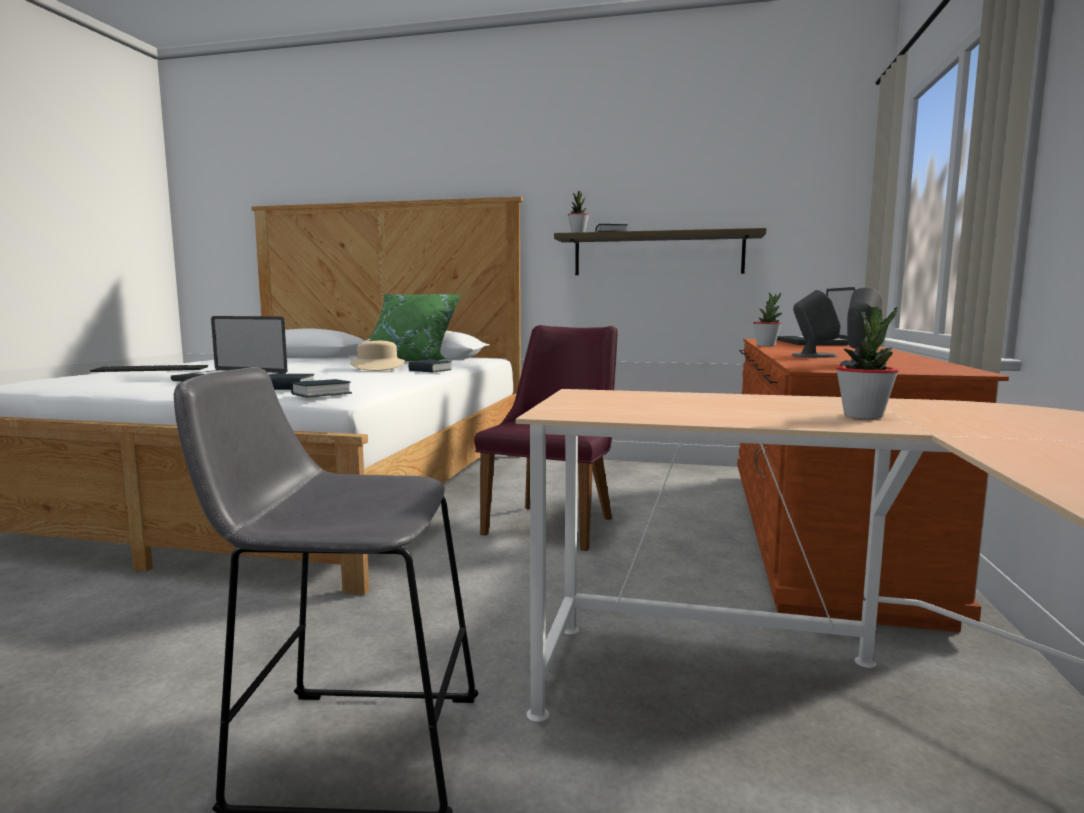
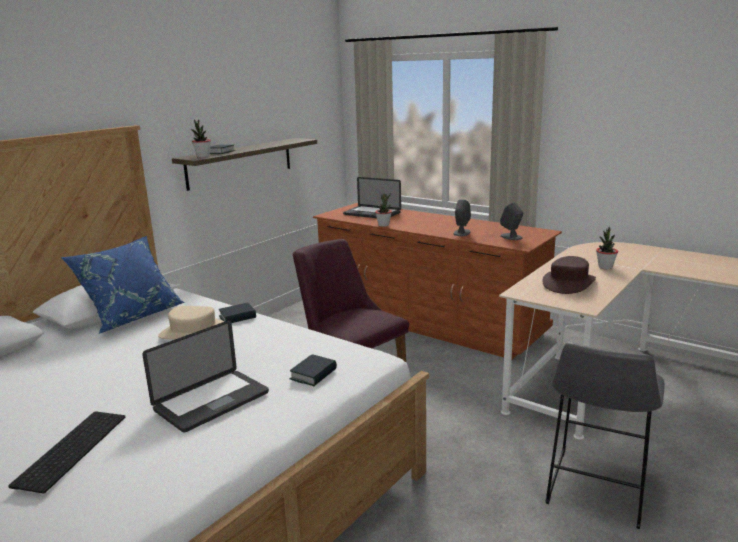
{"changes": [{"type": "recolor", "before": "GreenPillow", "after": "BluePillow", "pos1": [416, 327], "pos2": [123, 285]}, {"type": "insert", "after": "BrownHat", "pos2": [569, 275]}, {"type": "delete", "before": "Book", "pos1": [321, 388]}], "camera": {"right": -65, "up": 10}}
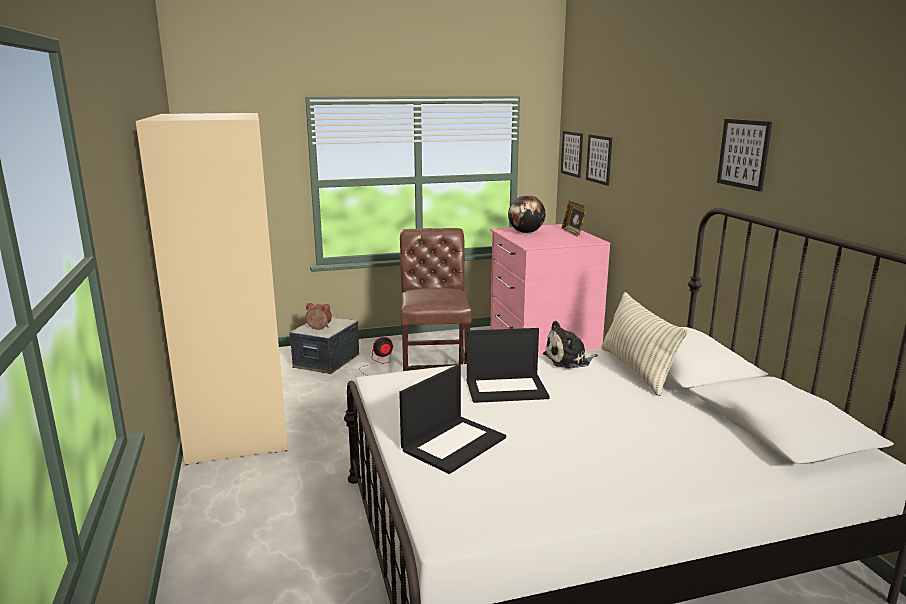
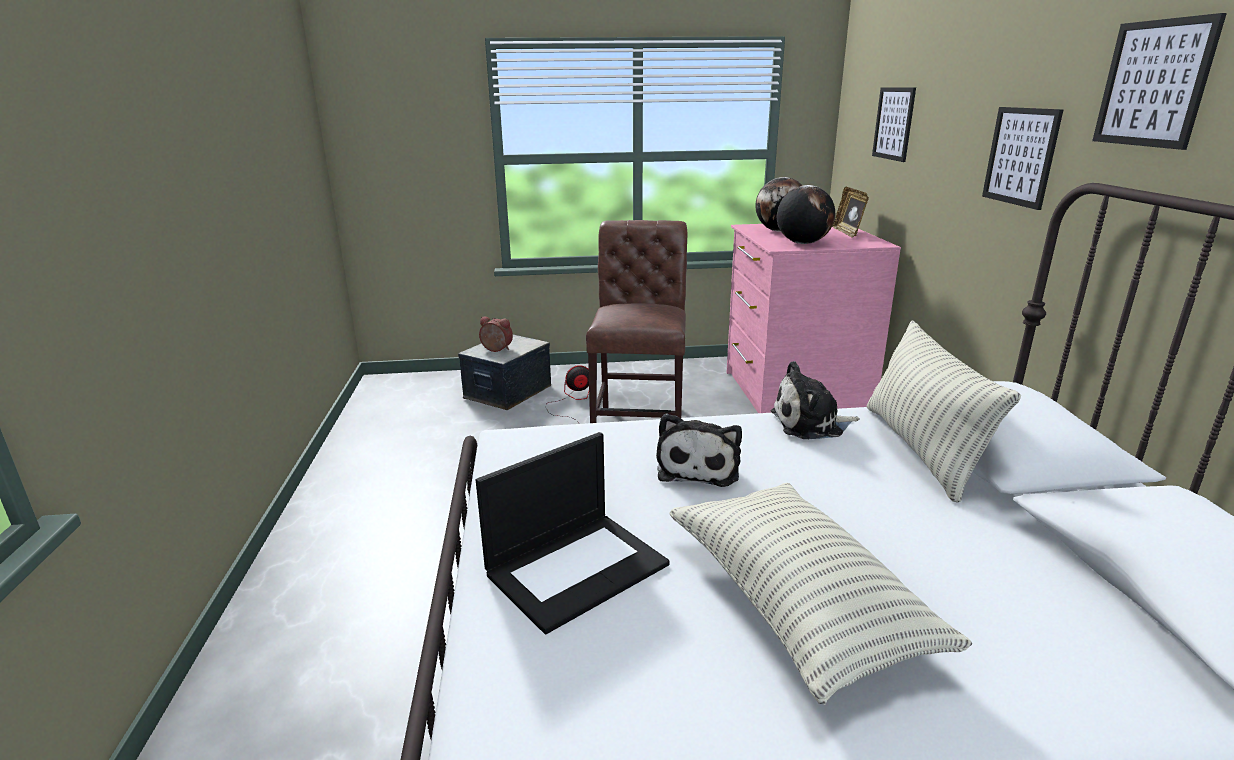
{"changes": [{"type": "replace", "before": "Laptop", "after": "PlushToy", "pos1": [508, 365], "pos2": [699, 450]}, {"type": "insert", "after": "Pillow", "pos2": [820, 594]}, {"type": "insert", "after": "Globe", "pos2": [806, 214]}, {"type": "move", "before": "Picture", "pos1": [572, 154], "pos2": [1022, 158]}, {"type": "delete", "before": "BeigeWardrobe", "pos1": [212, 289]}], "camera": {"right": 10, "up": 5}}
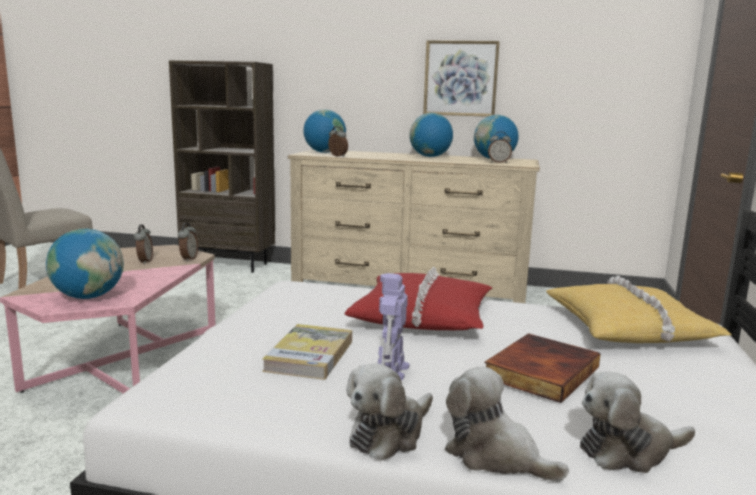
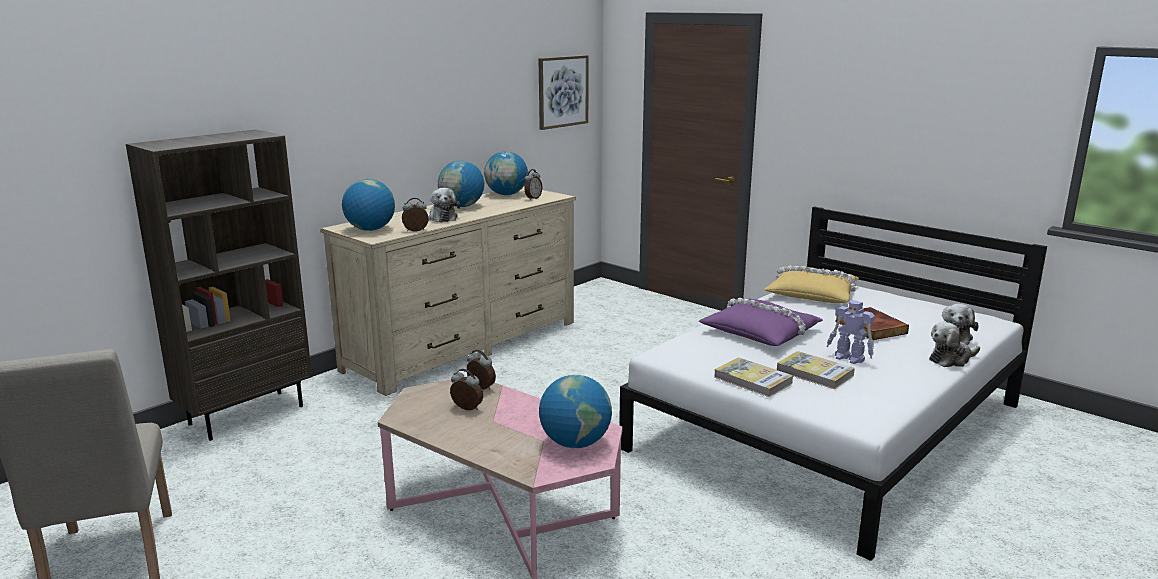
{"changes": [{"type": "move", "before": "PlushToy", "pos1": [389, 412], "pos2": [444, 205]}, {"type": "move", "before": "Picture", "pos1": [461, 79], "pos2": [564, 92]}, {"type": "recolor", "before": "RedPillow", "after": "PurplePillow", "pos1": [418, 298], "pos2": [761, 322]}, {"type": "insert", "after": "Book", "pos2": [753, 377]}], "camera": {"right": -60, "up": 5}}
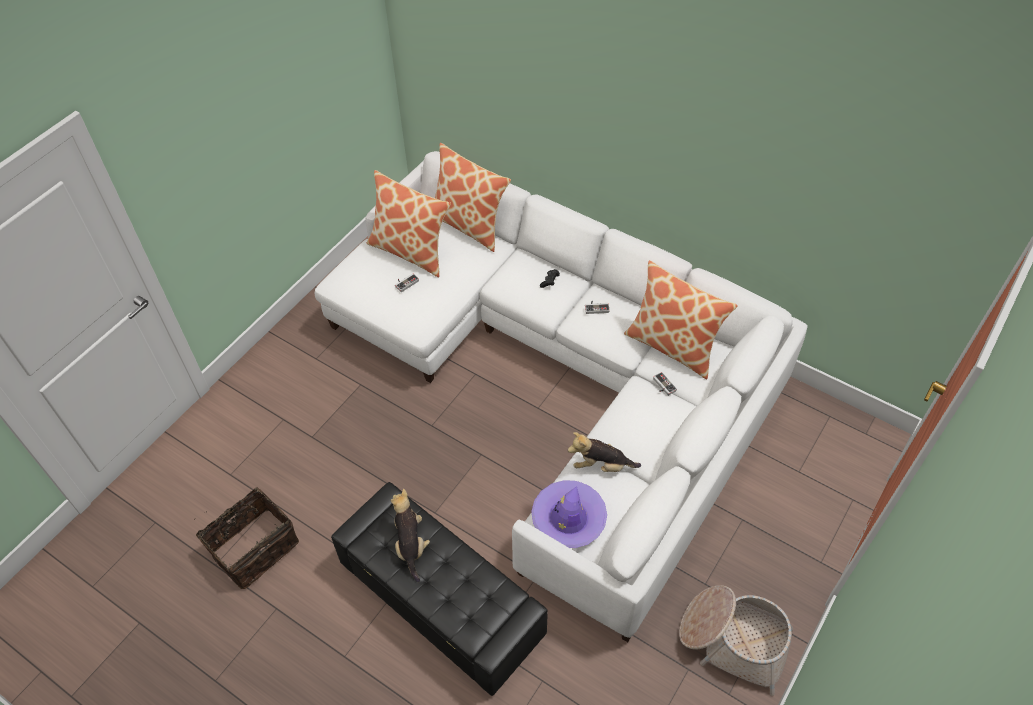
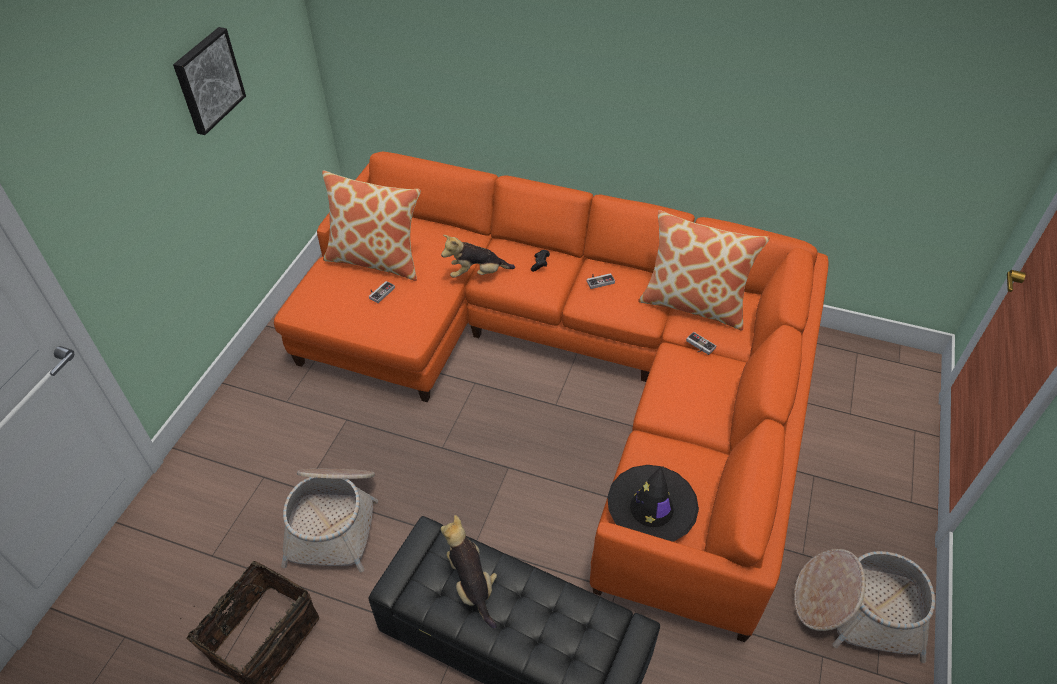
{"changes": [{"type": "insert", "after": "Picture", "pos2": [209, 81]}, {"type": "recolor", "before": "WhiteSofa", "after": "OrangeSofa", "pos1": [561, 396], "pos2": [551, 397]}, {"type": "insert", "after": "Basket", "pos2": [329, 520]}, {"type": "move", "before": "PlushToy", "pos1": [604, 452], "pos2": [478, 256]}, {"type": "recolor", "before": "PurpleHat", "after": "BlackHat", "pos1": [569, 514], "pos2": [653, 503]}, {"type": "delete", "before": "Pillow", "pos1": [473, 197]}], "camera": {"right": -15, "up": -5}}
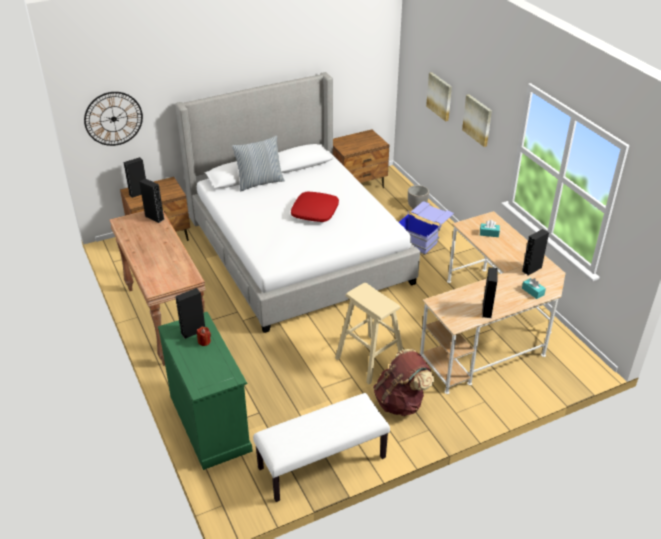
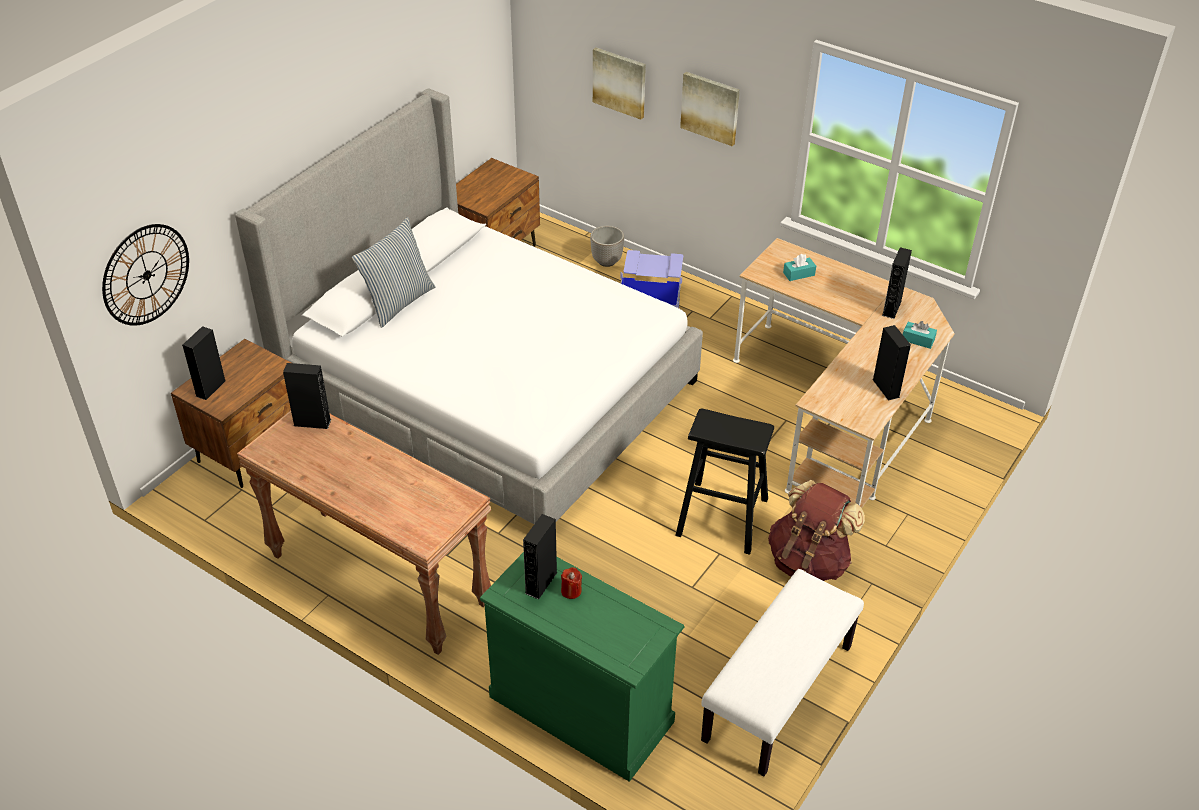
{"changes": [{"type": "recolor", "before": "BeigeStool", "after": "BlackStool", "pos1": [369, 333], "pos2": [724, 482]}, {"type": "delete", "before": "RedPillow", "pos1": [315, 207]}], "camera": {"right": -30, "up": 5}}
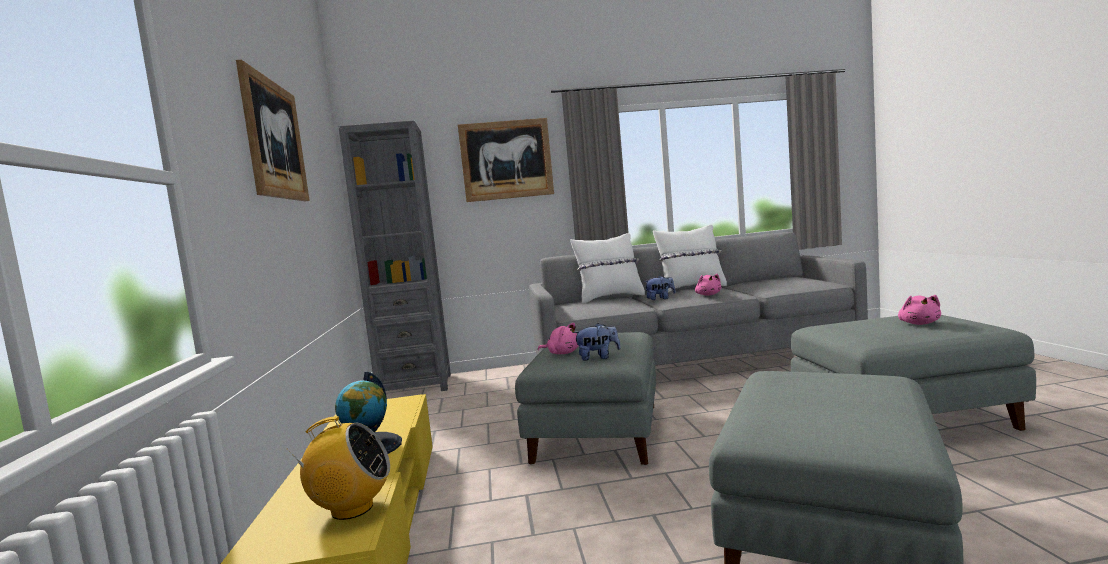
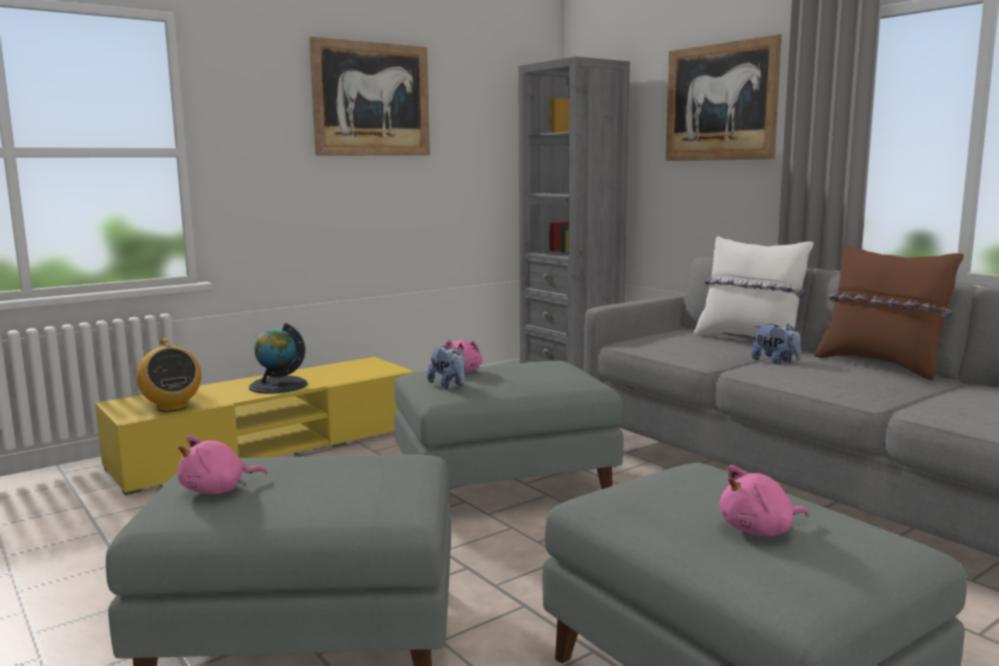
{"changes": [{"type": "move", "before": "PinkPlushToy", "pos1": [708, 285], "pos2": [222, 464]}, {"type": "recolor", "before": "WhitePillow", "after": "BrownPillow", "pos1": [690, 258], "pos2": [889, 312]}], "camera": {"right": 60, "up": 5}}
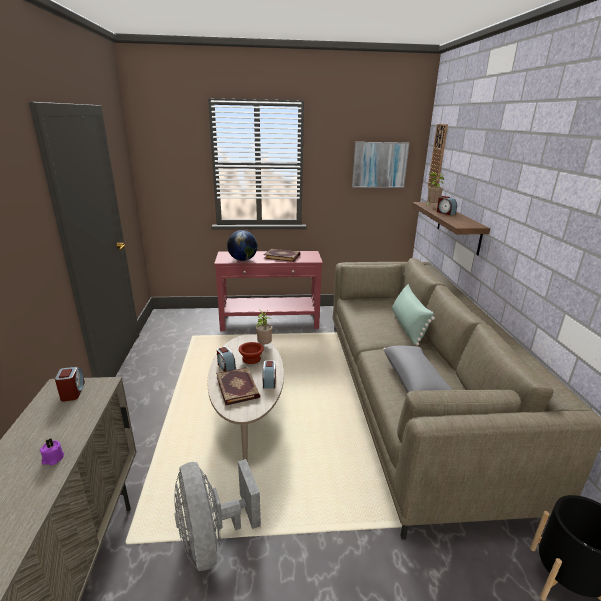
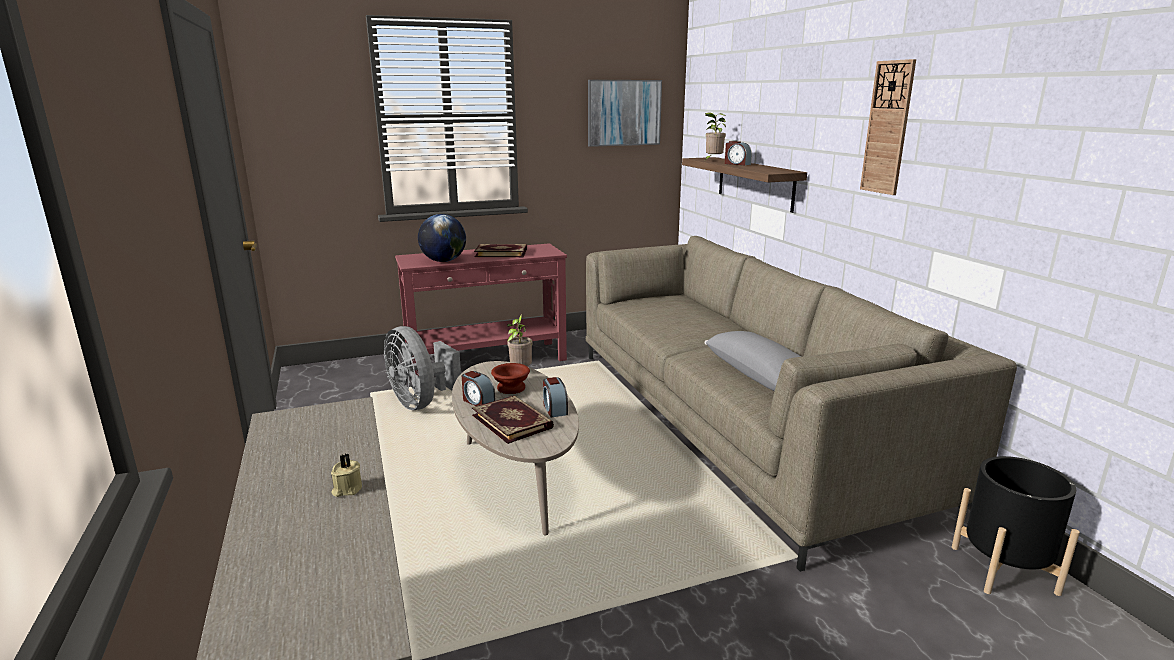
{"changes": [{"type": "recolor", "before": "PurpleCandle", "after": "BeigeCandle", "pos1": [52, 451], "pos2": [346, 475]}, {"type": "move", "before": "GreyFan", "pos1": [217, 515], "pos2": [422, 368]}, {"type": "move", "before": "WallClock", "pos1": [438, 155], "pos2": [888, 127]}, {"type": "delete", "before": "AlarmClock", "pos1": [70, 384]}, {"type": "delete", "before": "GreenPillow", "pos1": [413, 315]}], "camera": {"right": -15, "up": -5}}
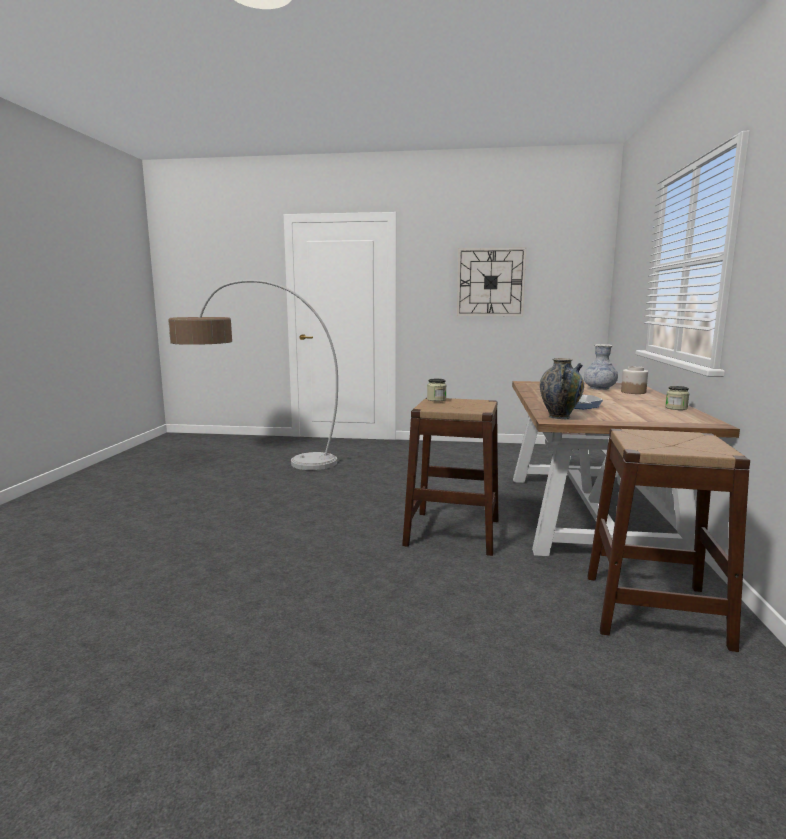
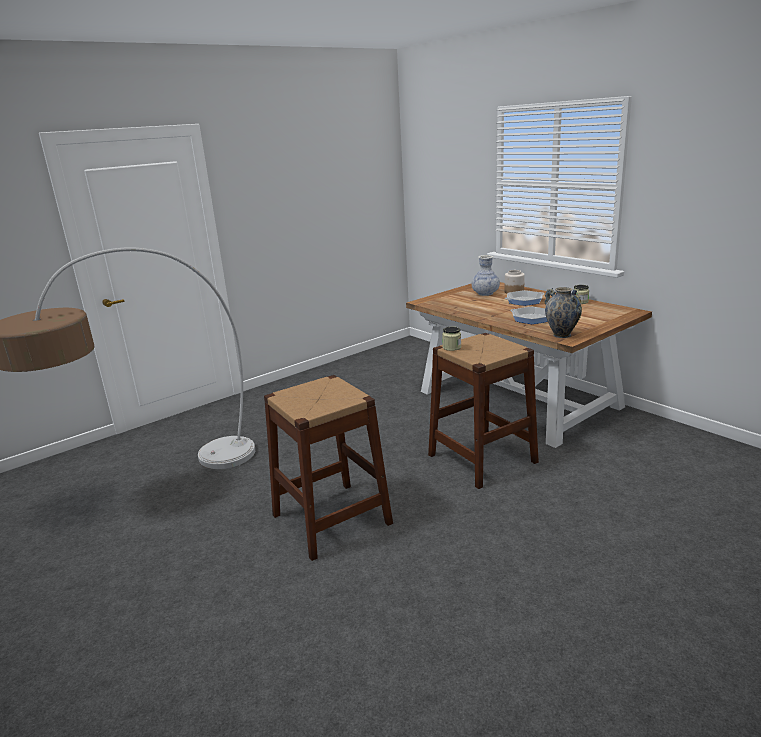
{"changes": [{"type": "move", "before": "BrownStool", "pos1": [668, 540], "pos2": [328, 468]}, {"type": "insert", "after": "FryingPan", "pos2": [524, 298]}, {"type": "delete", "before": "WallClock", "pos1": [491, 281]}], "camera": {"right": -45, "up": 10}}
